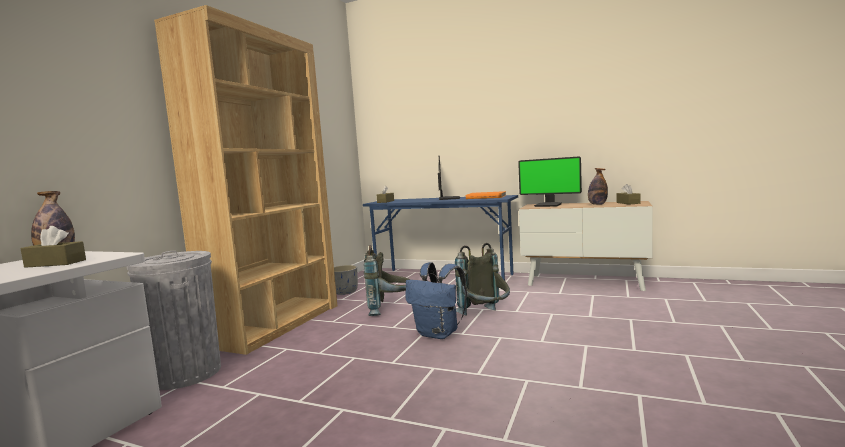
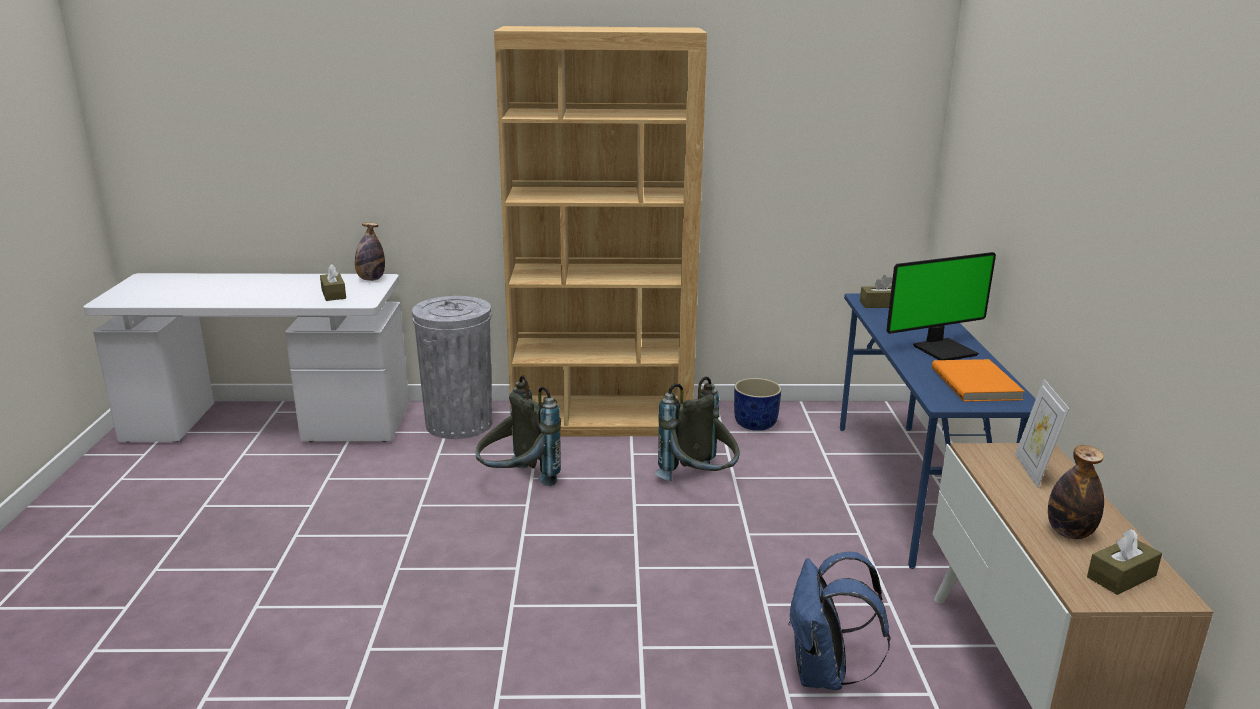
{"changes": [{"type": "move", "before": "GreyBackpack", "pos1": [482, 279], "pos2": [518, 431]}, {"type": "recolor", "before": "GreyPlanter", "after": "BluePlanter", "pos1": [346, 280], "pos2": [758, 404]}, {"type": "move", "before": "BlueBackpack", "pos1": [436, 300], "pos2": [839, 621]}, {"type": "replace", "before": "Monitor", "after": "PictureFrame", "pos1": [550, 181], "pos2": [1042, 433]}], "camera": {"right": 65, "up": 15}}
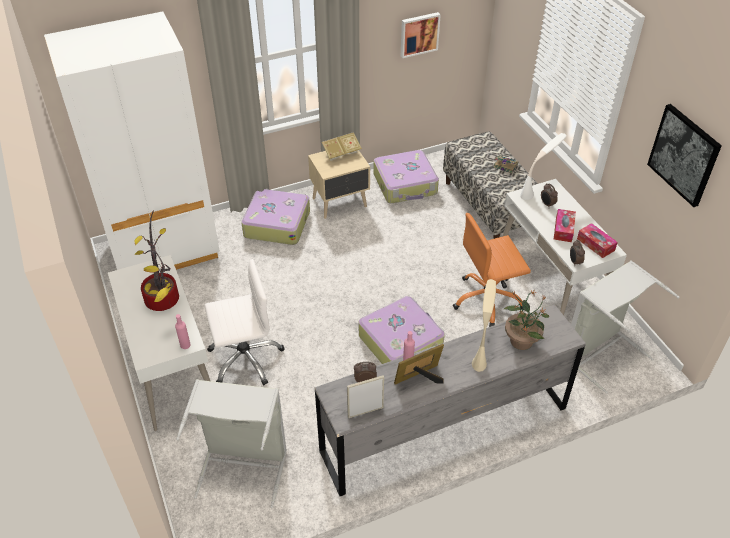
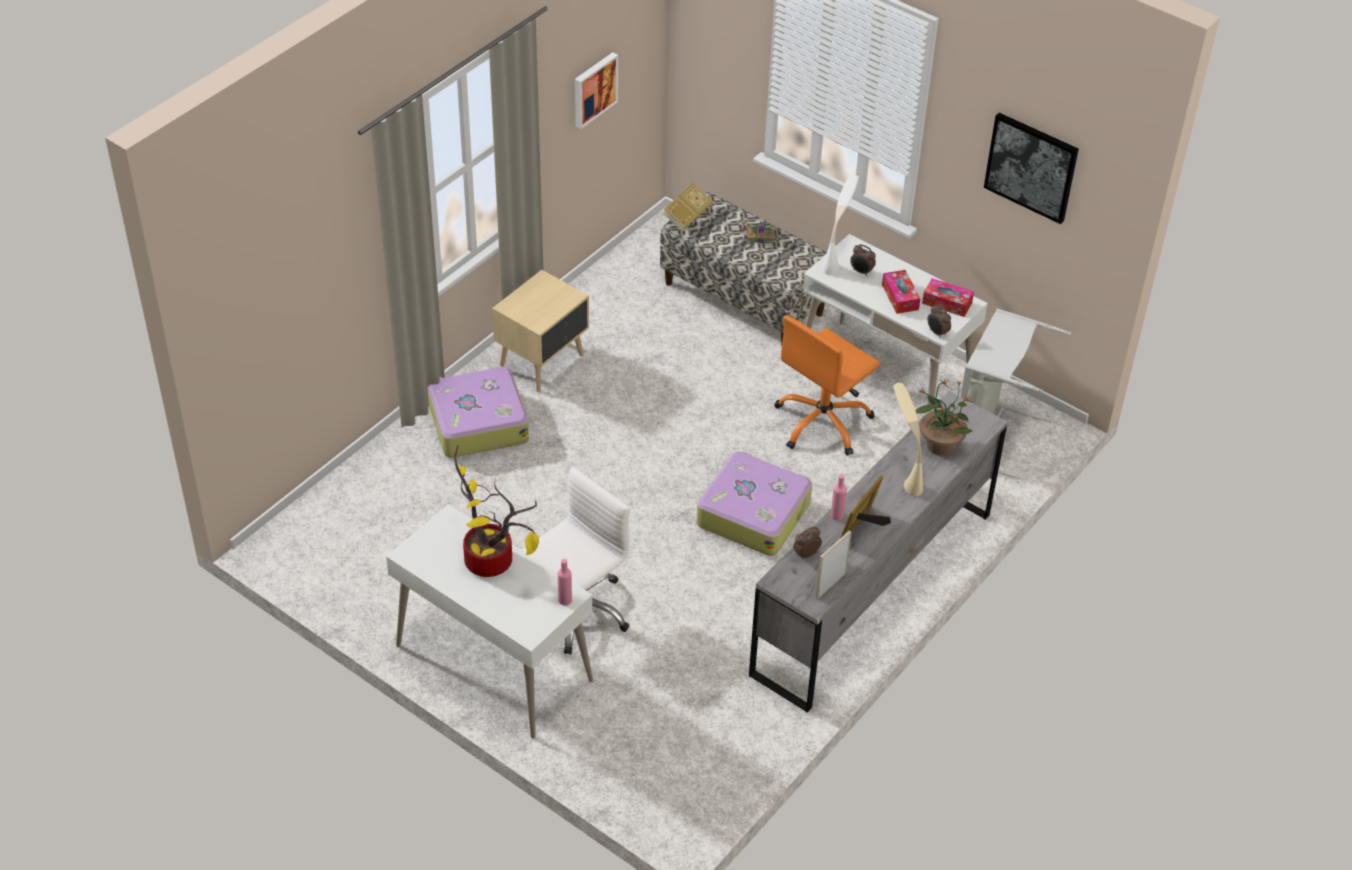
{"changes": [{"type": "move", "before": "Book", "pos1": [342, 146], "pos2": [688, 207]}, {"type": "delete", "before": "WhiteWardrobe", "pos1": [132, 141]}, {"type": "delete", "before": "GreyLaundryBasket", "pos1": [231, 443]}, {"type": "delete", "before": "Suitcase", "pos1": [406, 176]}], "camera": {"right": -30, "up": 0}}
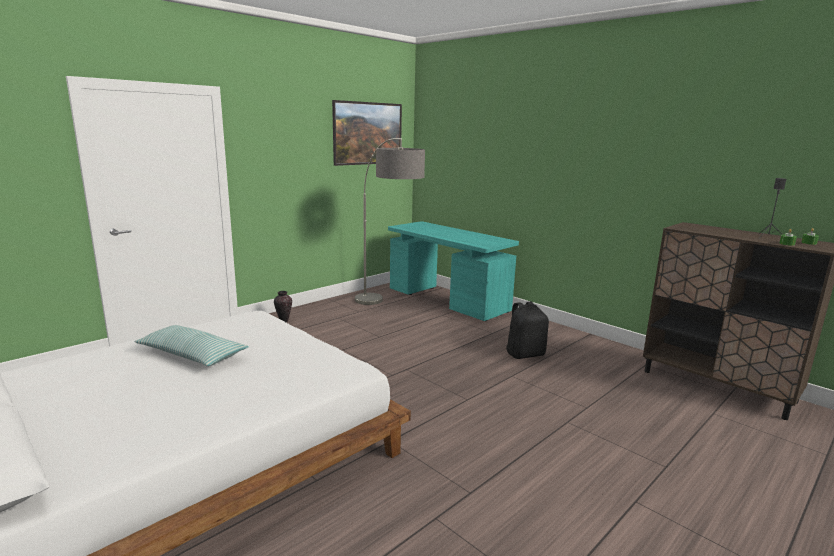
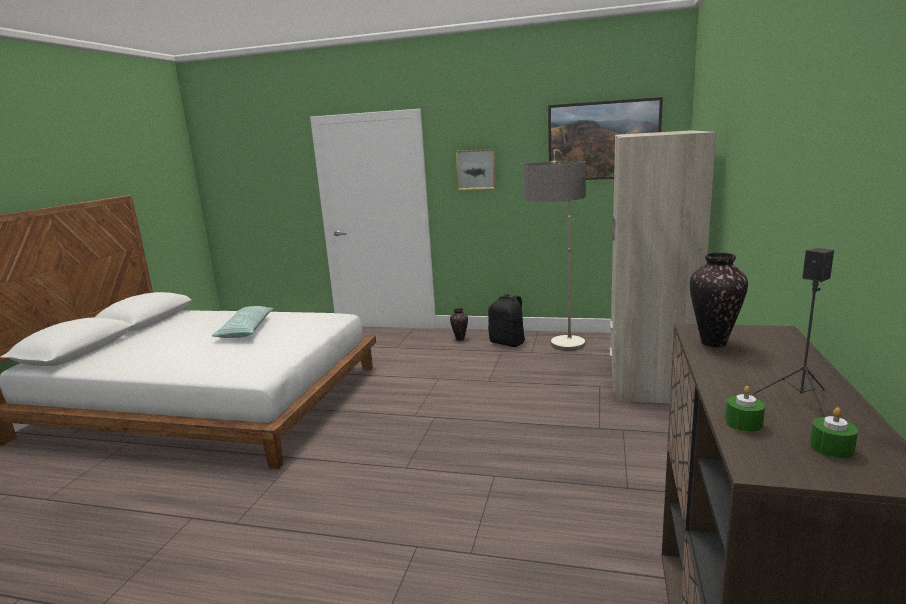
{"changes": [{"type": "insert", "after": "Picture", "pos2": [476, 169]}, {"type": "move", "before": "BlackBackpack", "pos1": [527, 330], "pos2": [506, 320]}, {"type": "replace", "before": "TurquoiseDesk", "after": "BeigeWardrobe", "pos1": [453, 271], "pos2": [662, 267]}, {"type": "insert", "after": "Vase", "pos2": [719, 299]}], "camera": {"right": 60, "up": 0}}
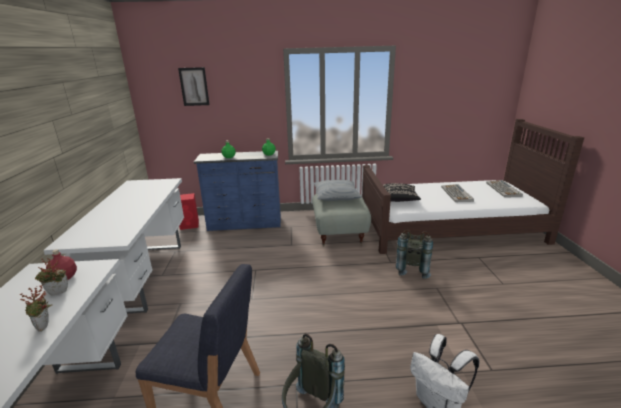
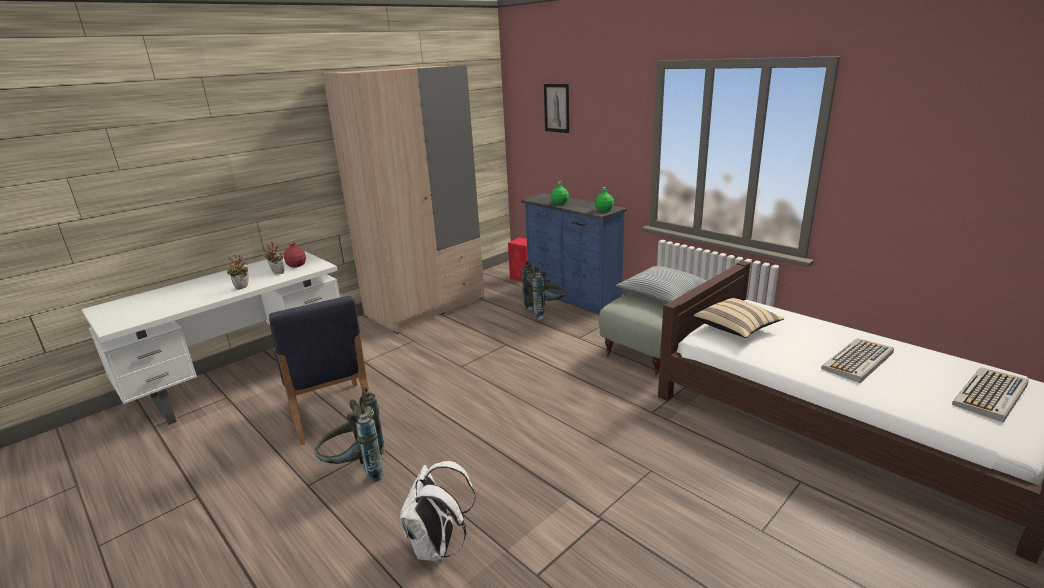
{"changes": [{"type": "replace", "before": "WhiteDesk", "after": "BeigeWardrobe", "pos1": [113, 245], "pos2": [403, 199]}, {"type": "move", "before": "GreyBackpack", "pos1": [414, 254], "pos2": [544, 290]}, {"type": "recolor", "before": "BlackPillow", "after": "BeigePillow", "pos1": [402, 192], "pos2": [739, 318]}], "camera": {"right": 50, "up": 0}}
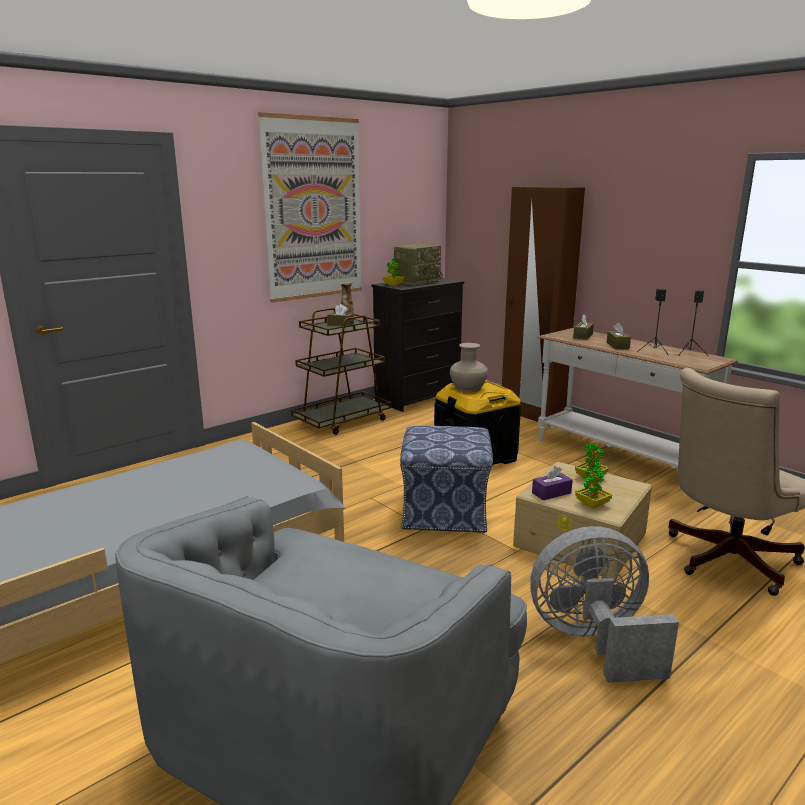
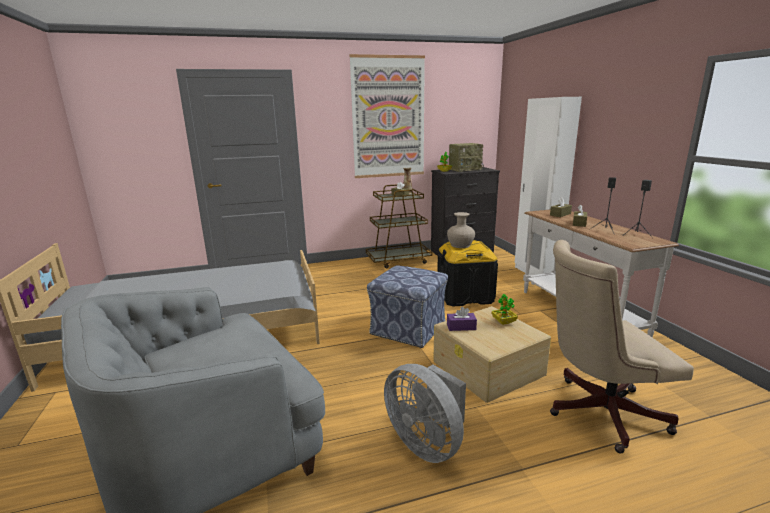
{"changes": [{"type": "rotate", "before": "GreyFan", "pos1": [604, 604], "pos2": [425, 413], "turn": -150}, {"type": "recolor", "before": "BrownWardrobe", "after": "WhiteWardrobe", "pos1": [543, 306], "pos2": [548, 186]}, {"type": "delete", "before": "PottedPlant", "pos1": [593, 485]}], "camera": {"right": 25, "up": 0}}
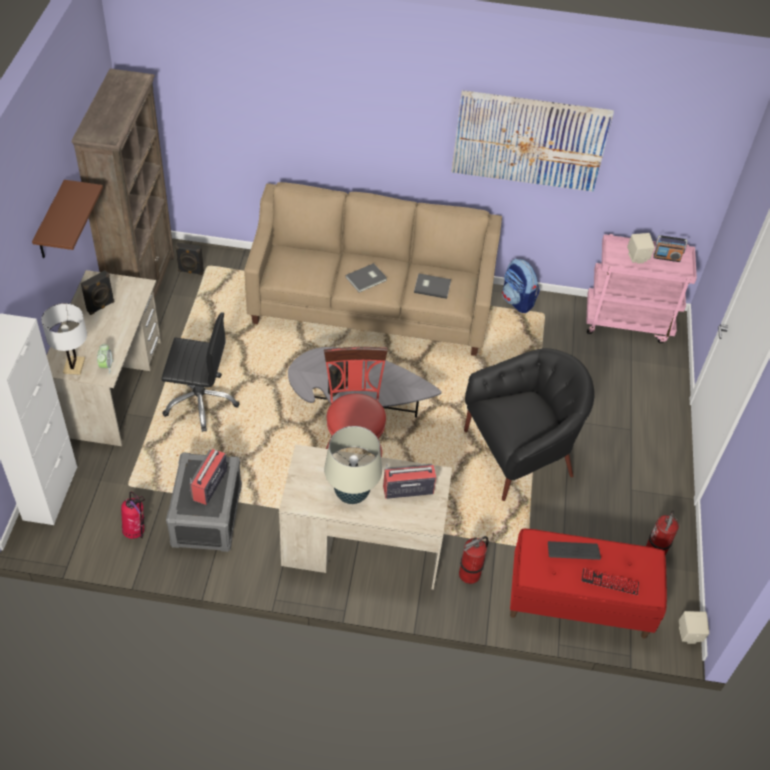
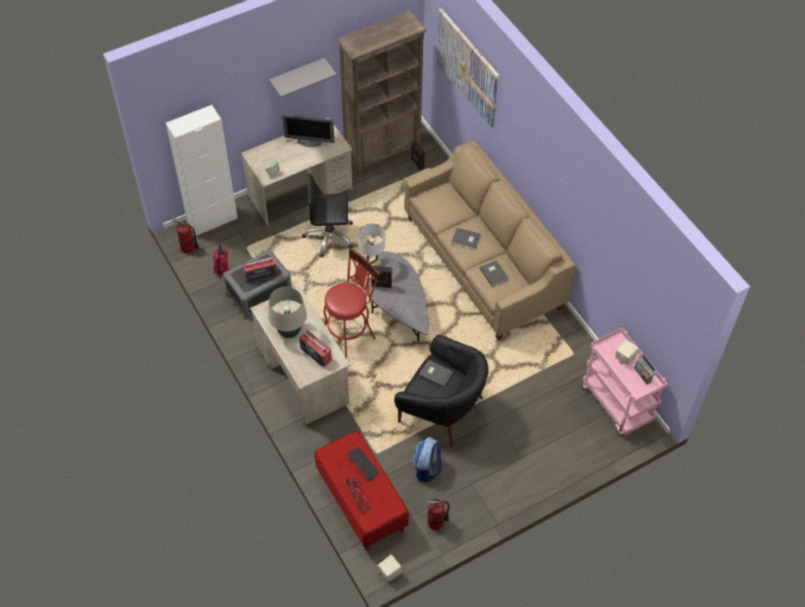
{"changes": [{"type": "move", "before": "FireExtinguisher", "pos1": [473, 560], "pos2": [185, 235]}, {"type": "recolor", "before": "BrownShelf", "after": "GreyShelf", "pos1": [67, 219], "pos2": [303, 78]}, {"type": "replace", "before": "BlackSpeaker", "after": "Monitor", "pos1": [98, 292], "pos2": [308, 130]}, {"type": "rotate", "before": "BlackOfficeChair", "pos1": [200, 372], "pos2": [328, 215], "turn": 120}, {"type": "move", "before": "WhiteTableLamp", "pos1": [64, 339], "pos2": [371, 245]}, {"type": "move", "before": "Backpack", "pos1": [521, 285], "pos2": [427, 459]}, {"type": "insert", "after": "GreyBook", "pos2": [436, 373]}, {"type": "move", "before": "Picture", "pos1": [533, 141], "pos2": [467, 68]}], "camera": {"right": 55, "up": 5}}
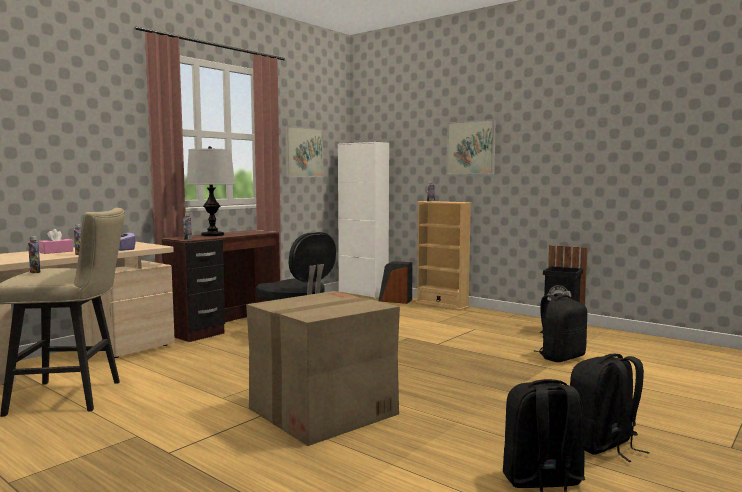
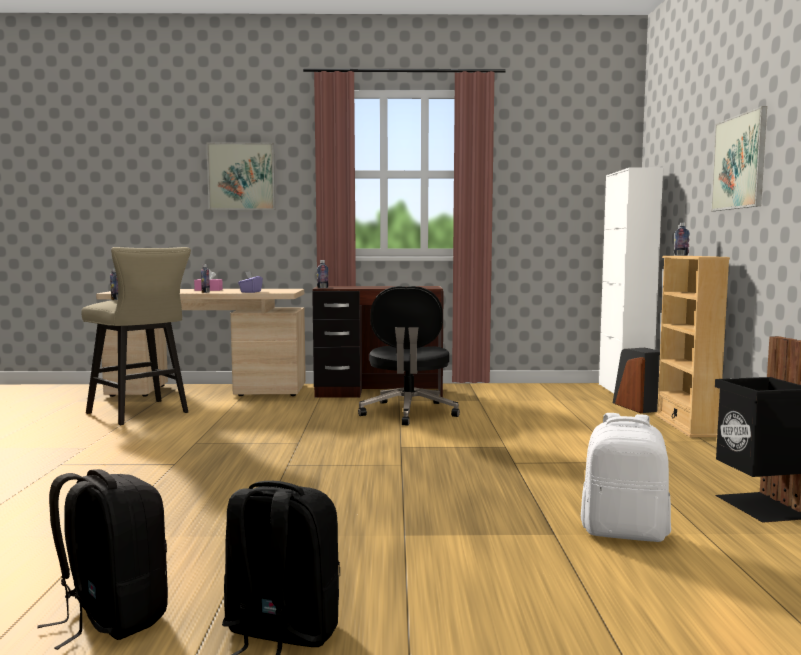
{"changes": [{"type": "move", "before": "Picture", "pos1": [304, 151], "pos2": [240, 176]}, {"type": "recolor", "before": "BlackBackpack", "after": "WhiteBackpack", "pos1": [561, 327], "pos2": [626, 477]}, {"type": "delete", "before": "TableLamp", "pos1": [211, 191]}, {"type": "delete", "before": "CardboardBox", "pos1": [323, 368]}], "camera": {"right": 50, "up": 0}}
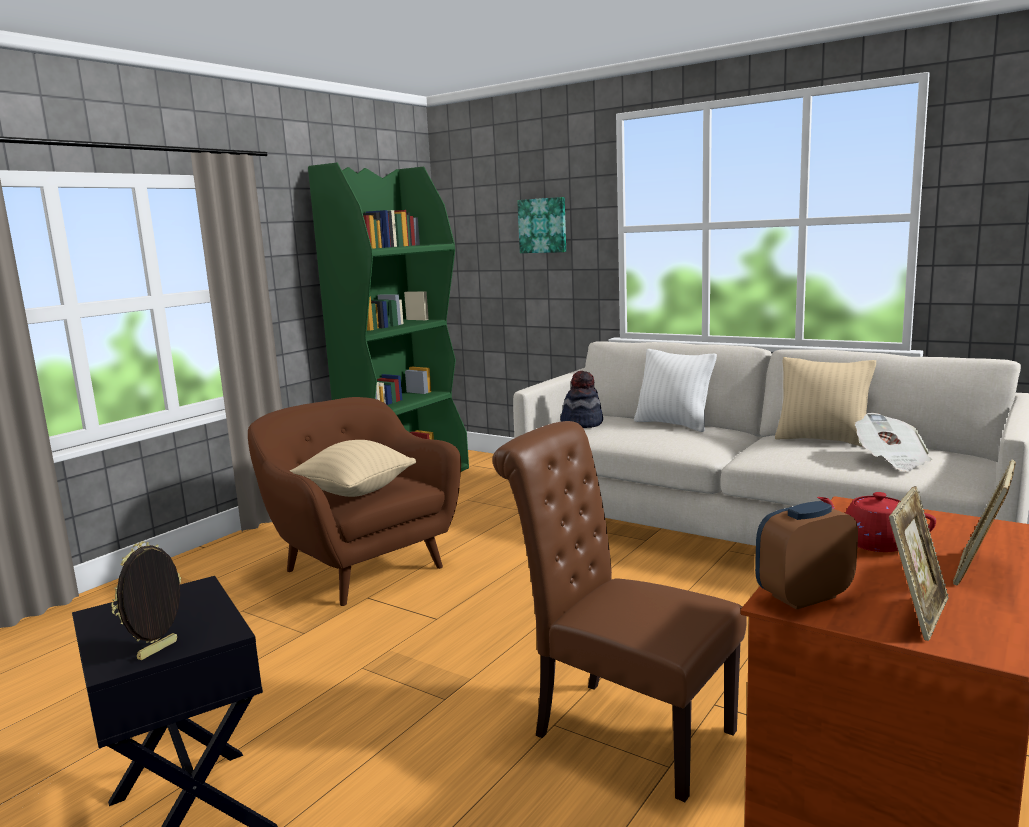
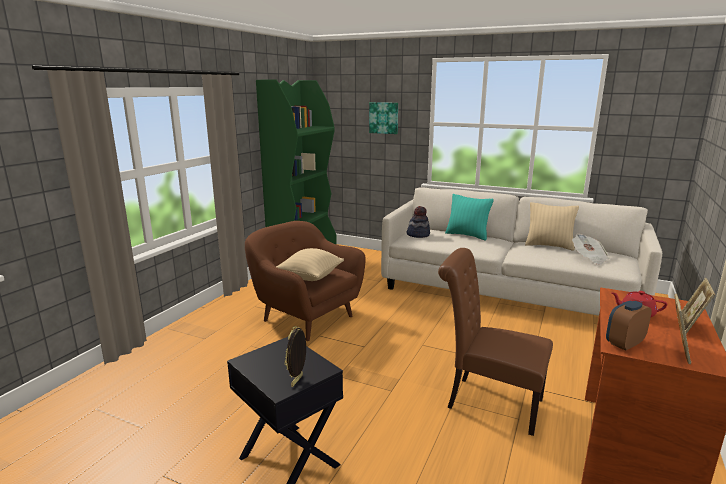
{"changes": [{"type": "recolor", "before": "WhitePillow", "after": "TurquoisePillow", "pos1": [675, 390], "pos2": [469, 217]}], "camera": {"right": -10, "up": 5}}
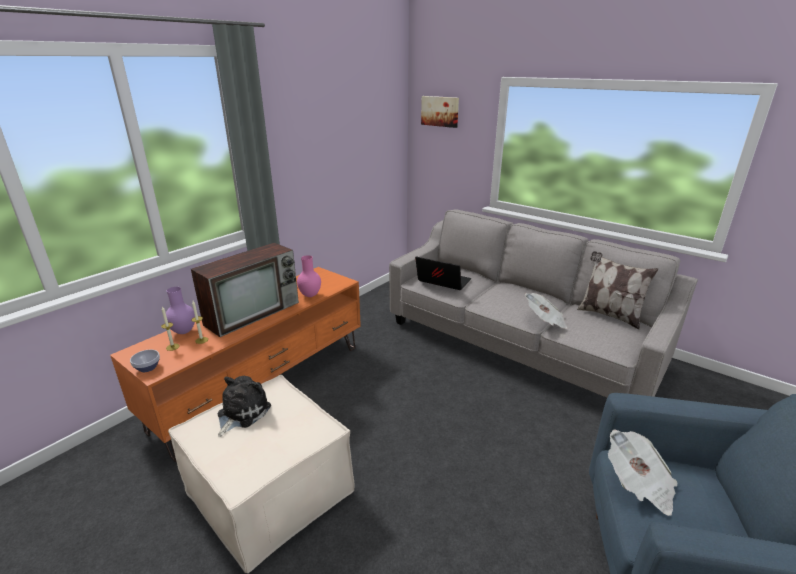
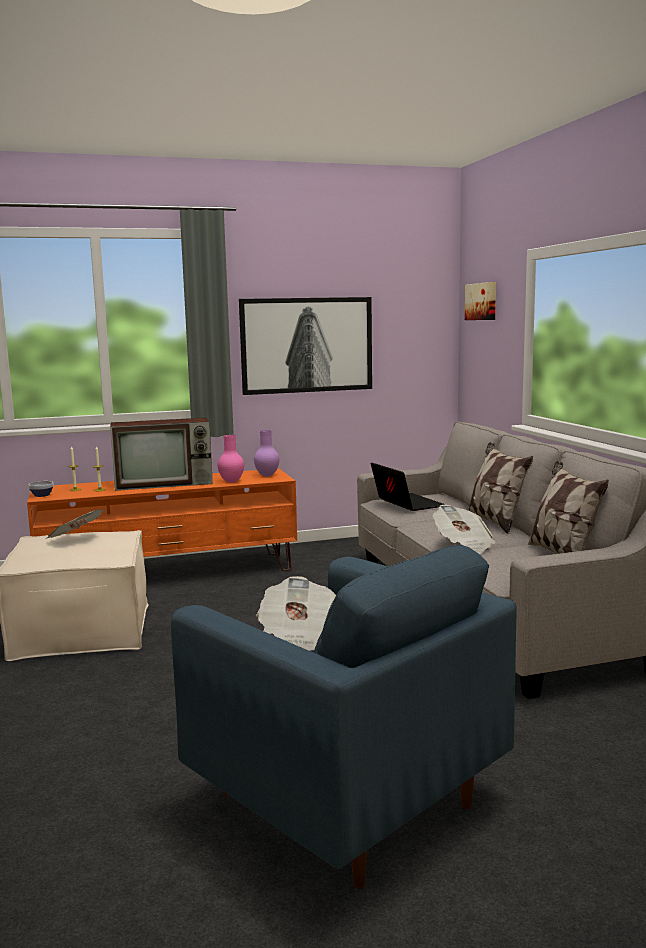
{"changes": [{"type": "replace", "before": "PlushToy", "after": "Newspaper", "pos1": [244, 406], "pos2": [74, 524]}, {"type": "insert", "after": "Picture", "pos2": [305, 346]}, {"type": "move", "before": "PurpleVase", "pos1": [180, 310], "pos2": [267, 453]}, {"type": "insert", "after": "Pillow", "pos2": [500, 488]}], "camera": {"right": 35, "up": -15}}
